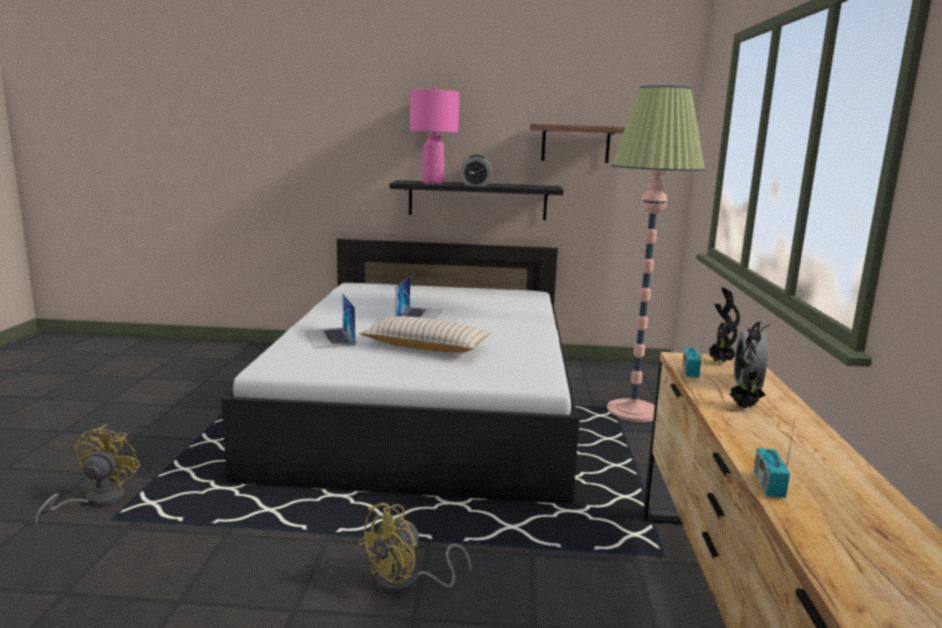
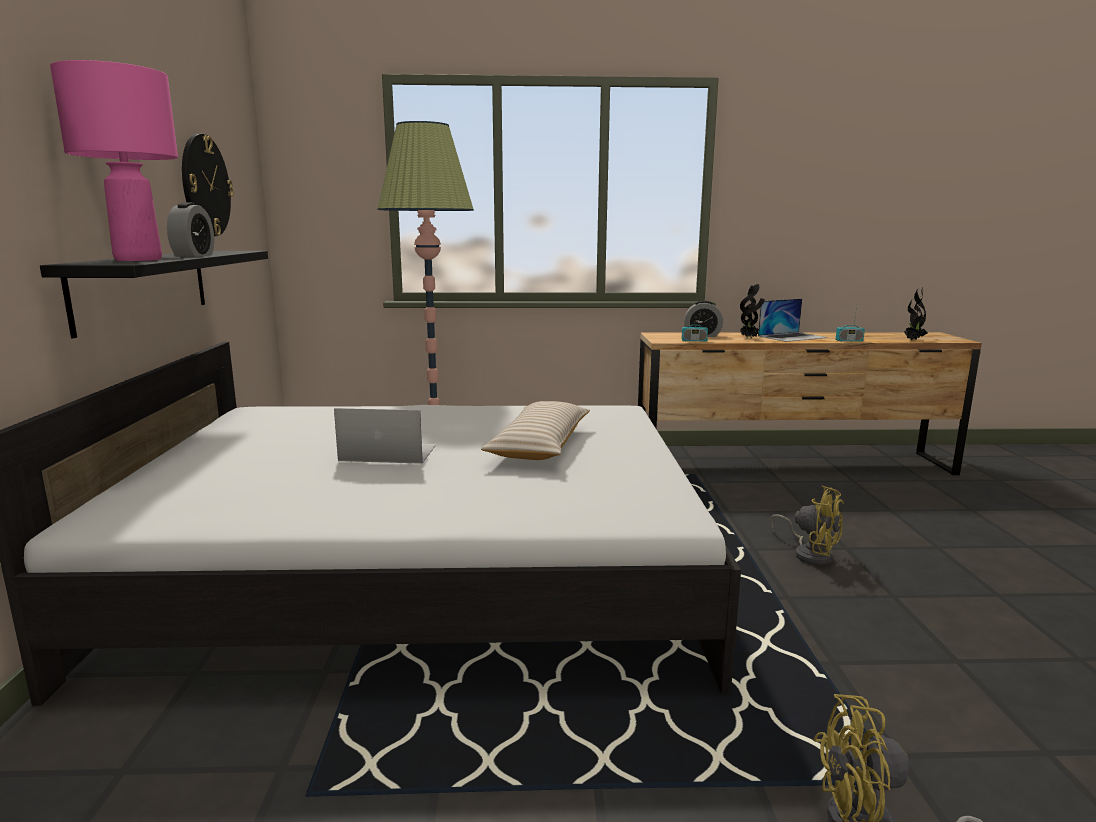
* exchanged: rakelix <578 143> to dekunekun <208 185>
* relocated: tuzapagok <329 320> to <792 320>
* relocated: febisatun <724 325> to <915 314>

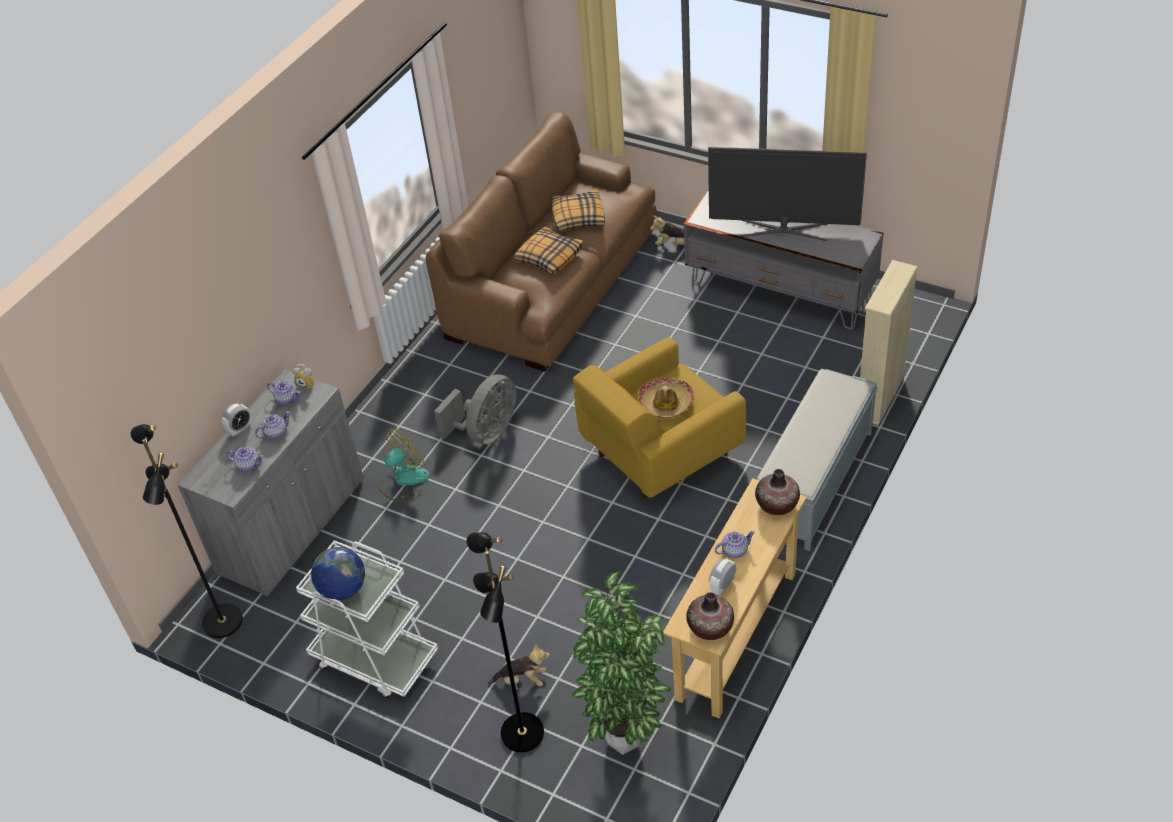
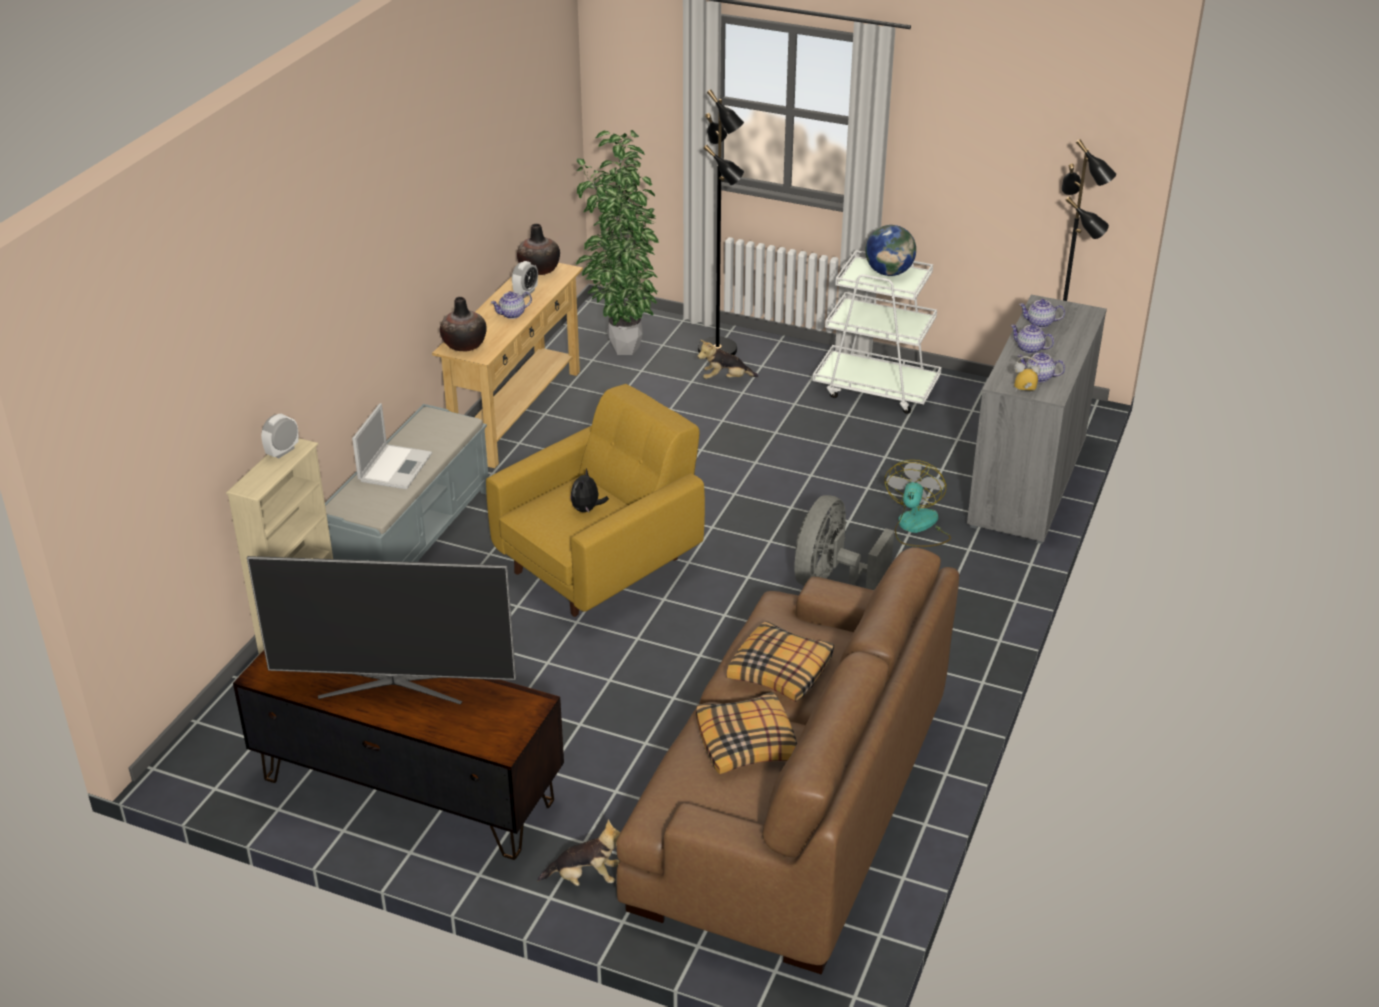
* colour: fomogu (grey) <784 260> to fomogu (brown) <398 755>
* relocated: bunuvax <237 419> to <280 436>
* appeared: tuzapagok <392 446>
* exchanged: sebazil <666 398> to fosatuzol <590 490>
* spun: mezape <404 465> = <918 503> 150 degrees clockwise
* spun: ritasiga <272 425> = <1032 339> 75 degrees clockwise

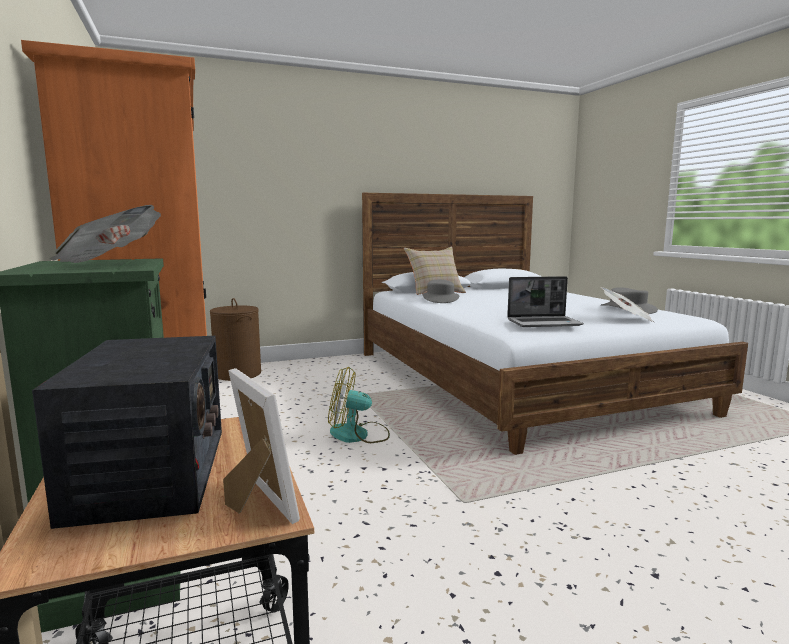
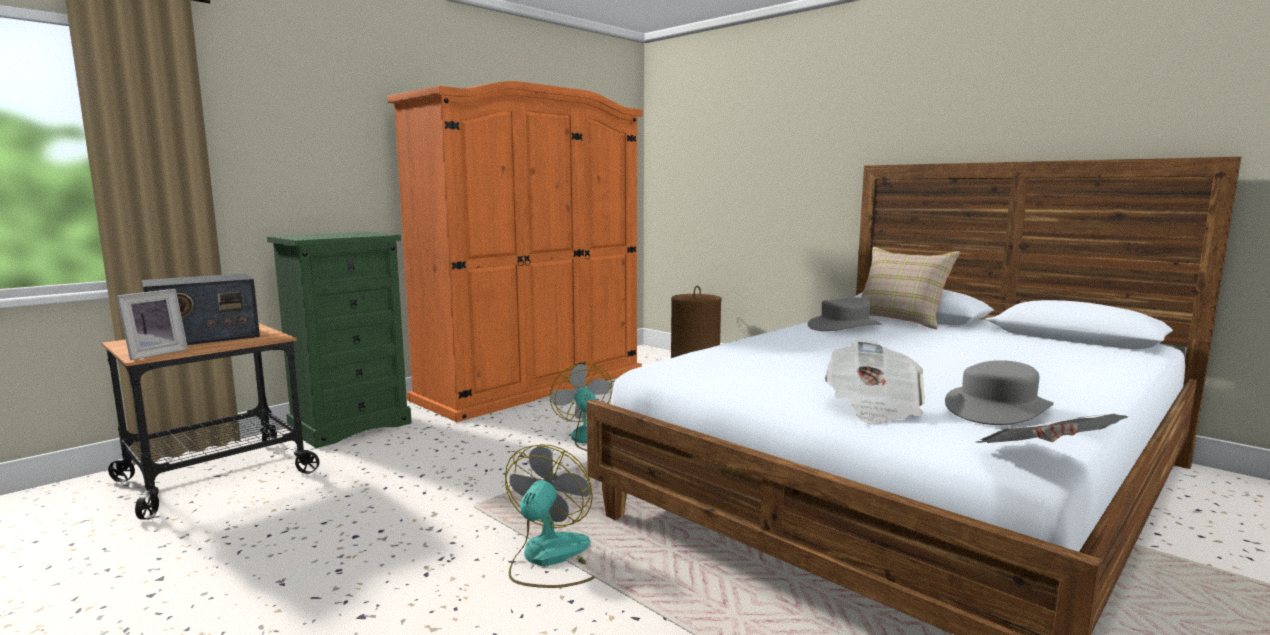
* appeared: mezape <550 516>
* relocated: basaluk <105 234> to <1052 428>
* missing: tuzapagok <545 301>

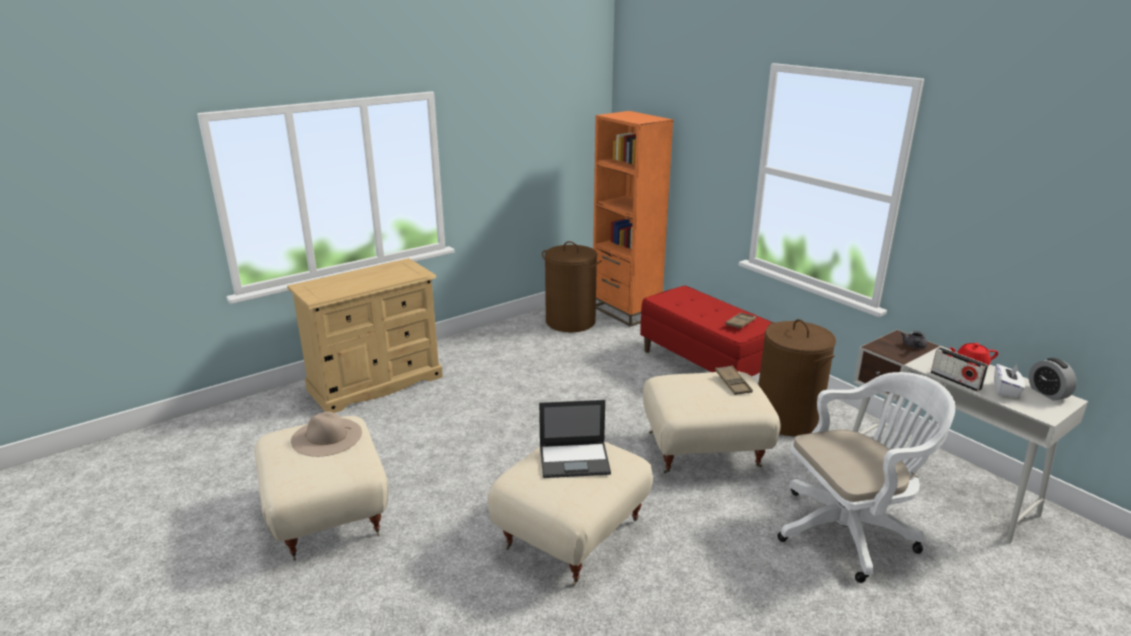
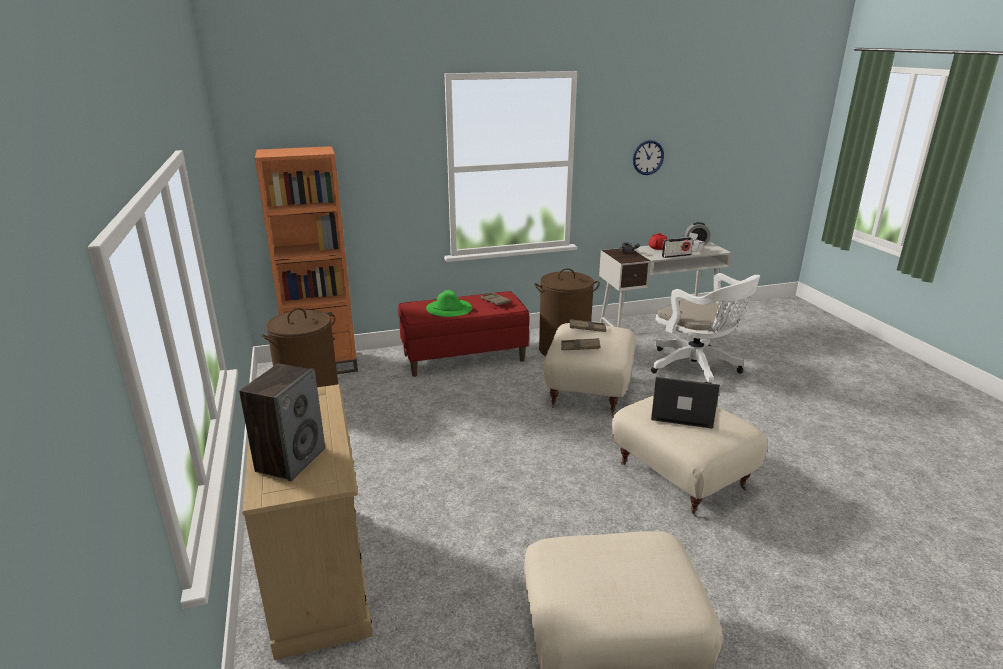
* appeared: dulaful <282 422>
* appeared: sebazil (green) <449 303>
* appeared: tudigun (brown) <580 344>
* appeared: dekunekun <648 157>
* spun: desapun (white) <866 477> = <705 328> 135 degrees clockwise
* spun: tuzapagok <575 439> = <685 403> 90 degrees counterclockwise
* missing: sebazil (beige) <326 434>

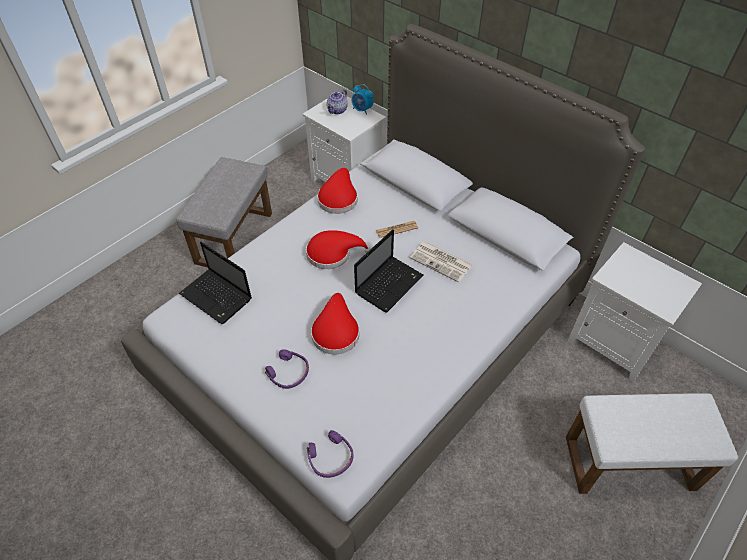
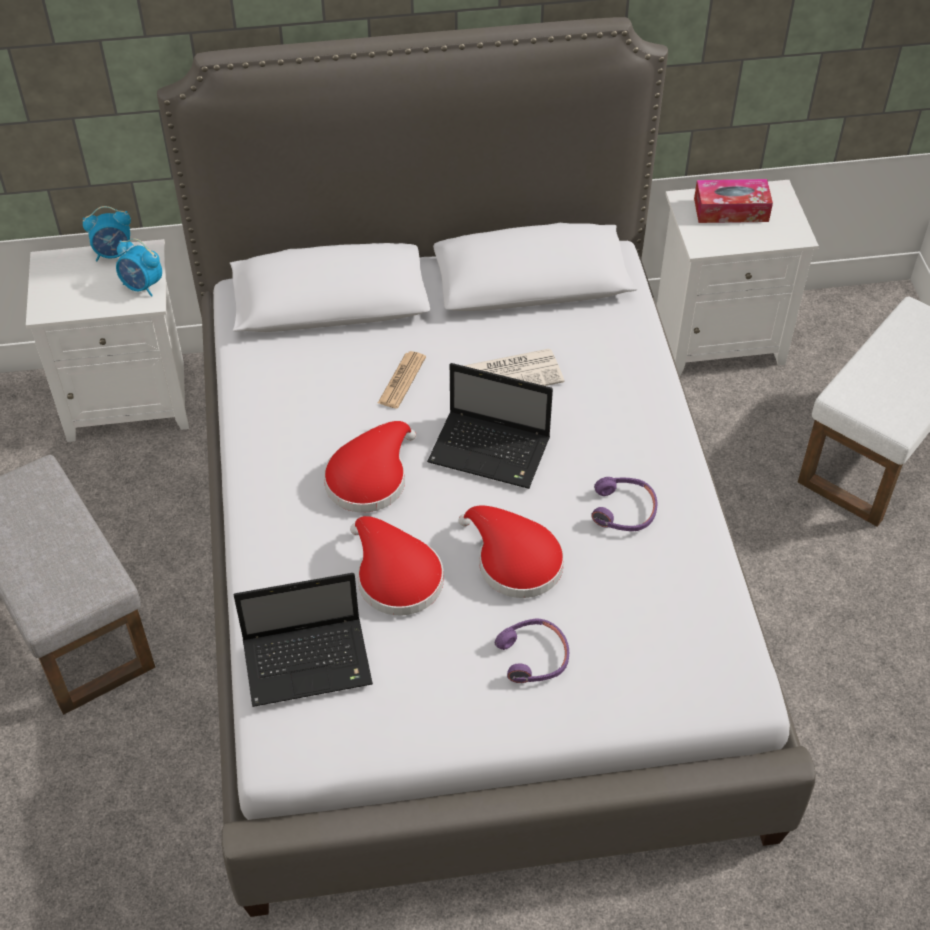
* appeared: bunuvax <139 267>
* relocated: sebazil (red) <337 191> to <397 565>
* spun: tuzapagok <388 271> = <490 426> 120 degrees clockwise
* relocated: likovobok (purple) <330 454> to <624 504>
* appeared: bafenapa <733 201>
* missing: ritasiga <337 101>

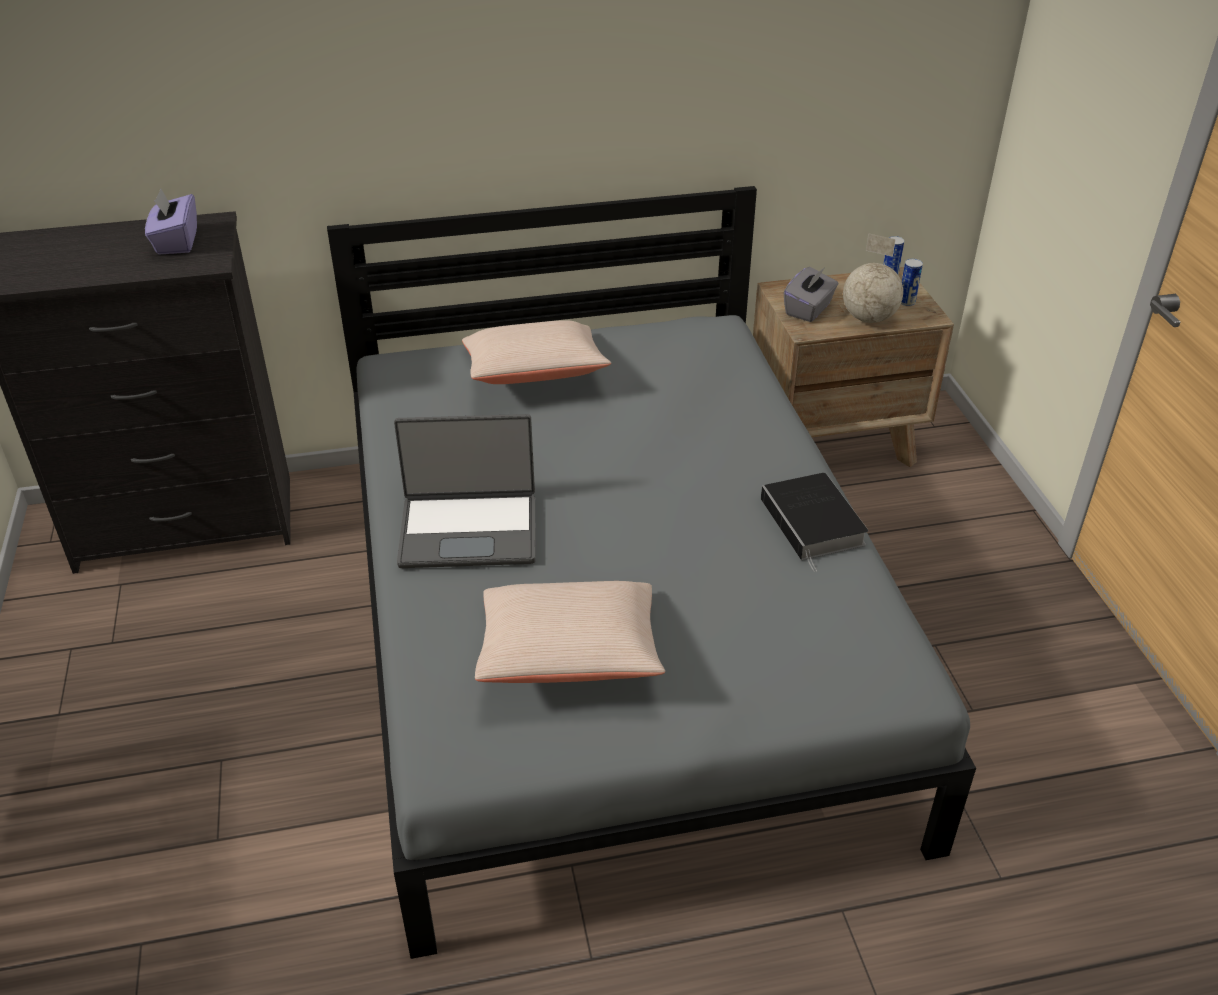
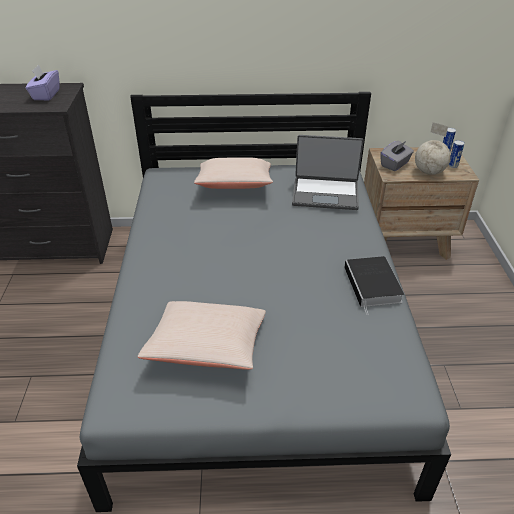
* relocated: tuzapagok <465 491> to <328 172>

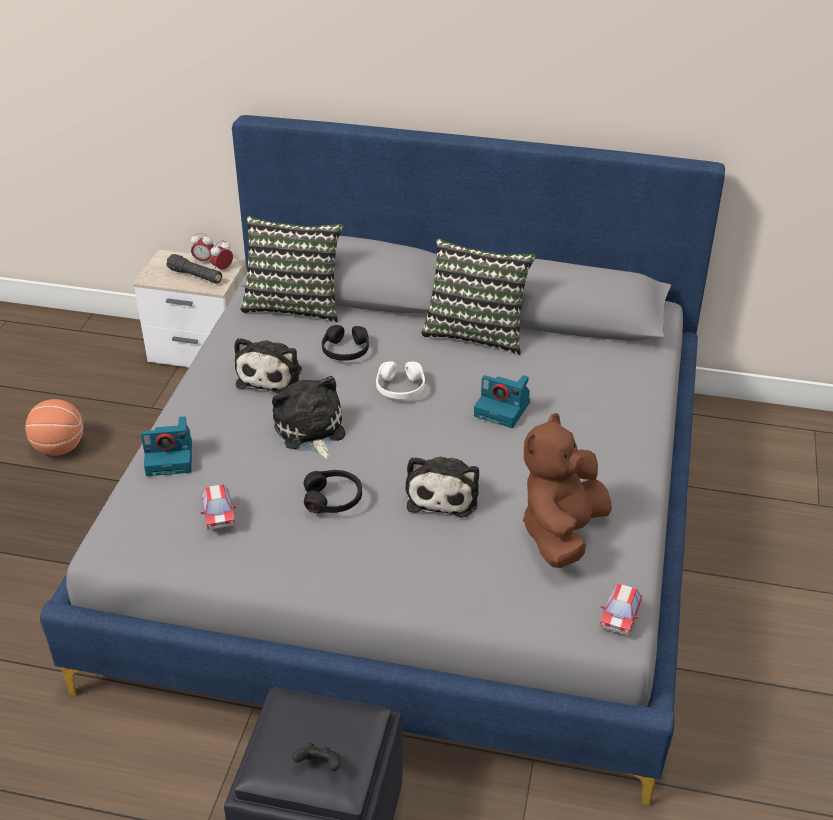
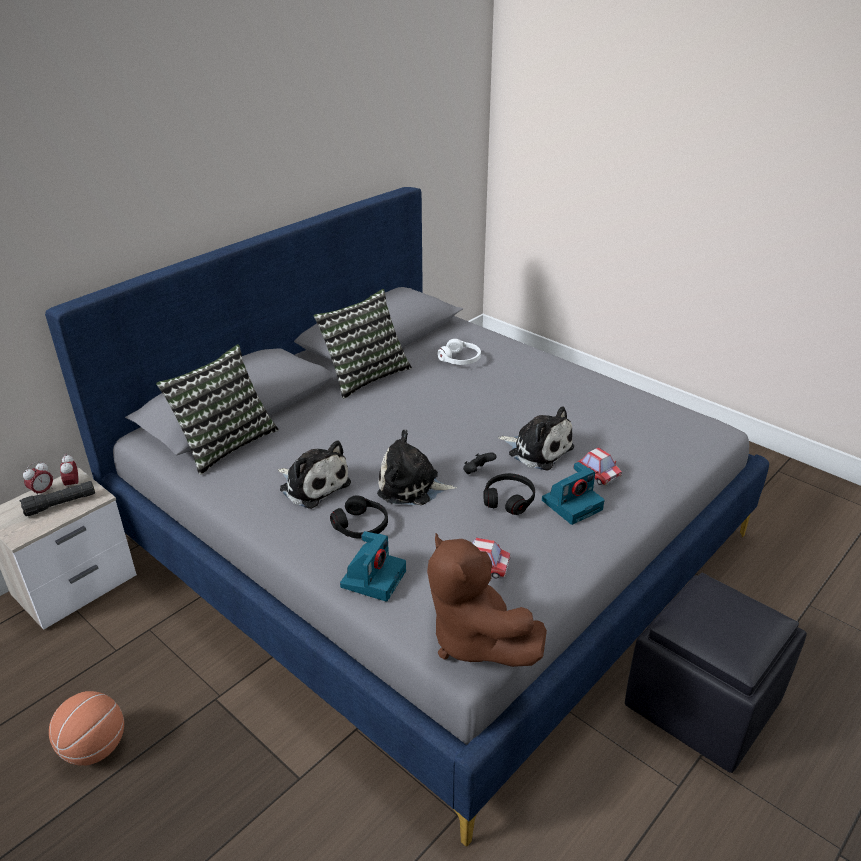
* relocated: likovobok (black) <345 343> to <359 517>
* relocated: fosatuzol (brown) <567 490> to <487 600>
* relocated: likovobok (white) <400 380> to <459 352>
* relocated: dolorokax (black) <317 757> to <480 463>
* relocated: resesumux <502 401> to <573 493>
* relocated: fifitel <620 609> to <599 466>

